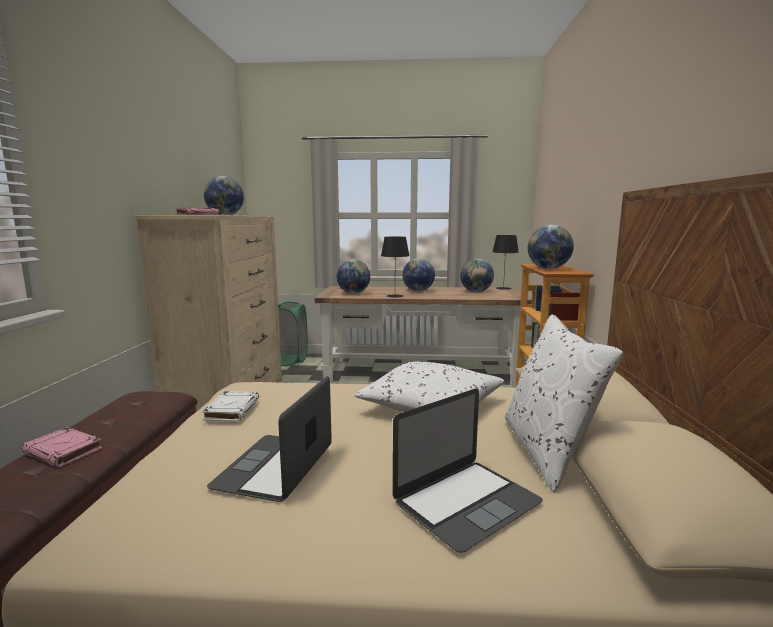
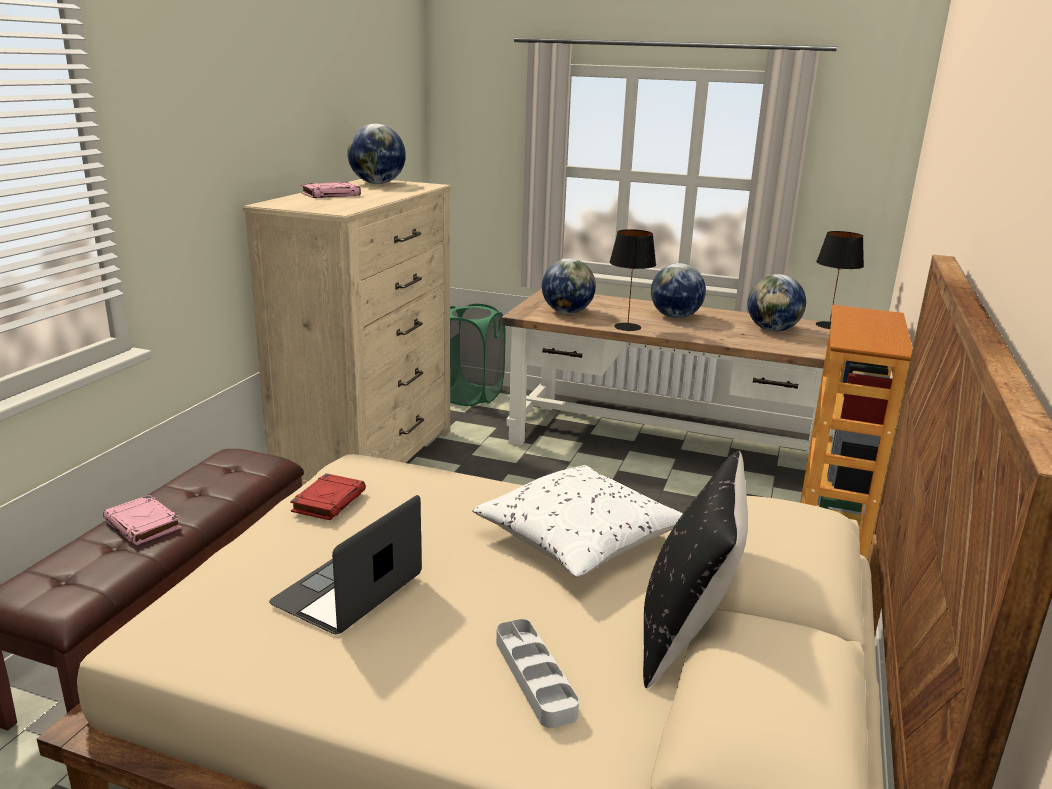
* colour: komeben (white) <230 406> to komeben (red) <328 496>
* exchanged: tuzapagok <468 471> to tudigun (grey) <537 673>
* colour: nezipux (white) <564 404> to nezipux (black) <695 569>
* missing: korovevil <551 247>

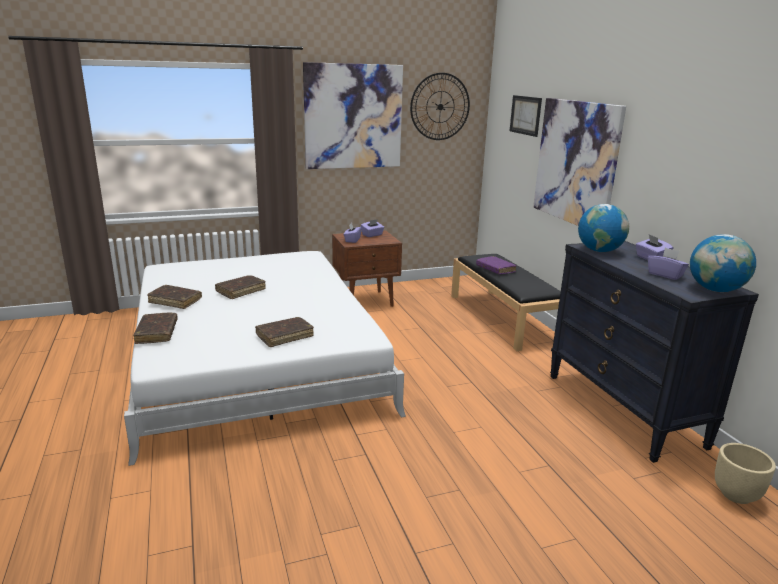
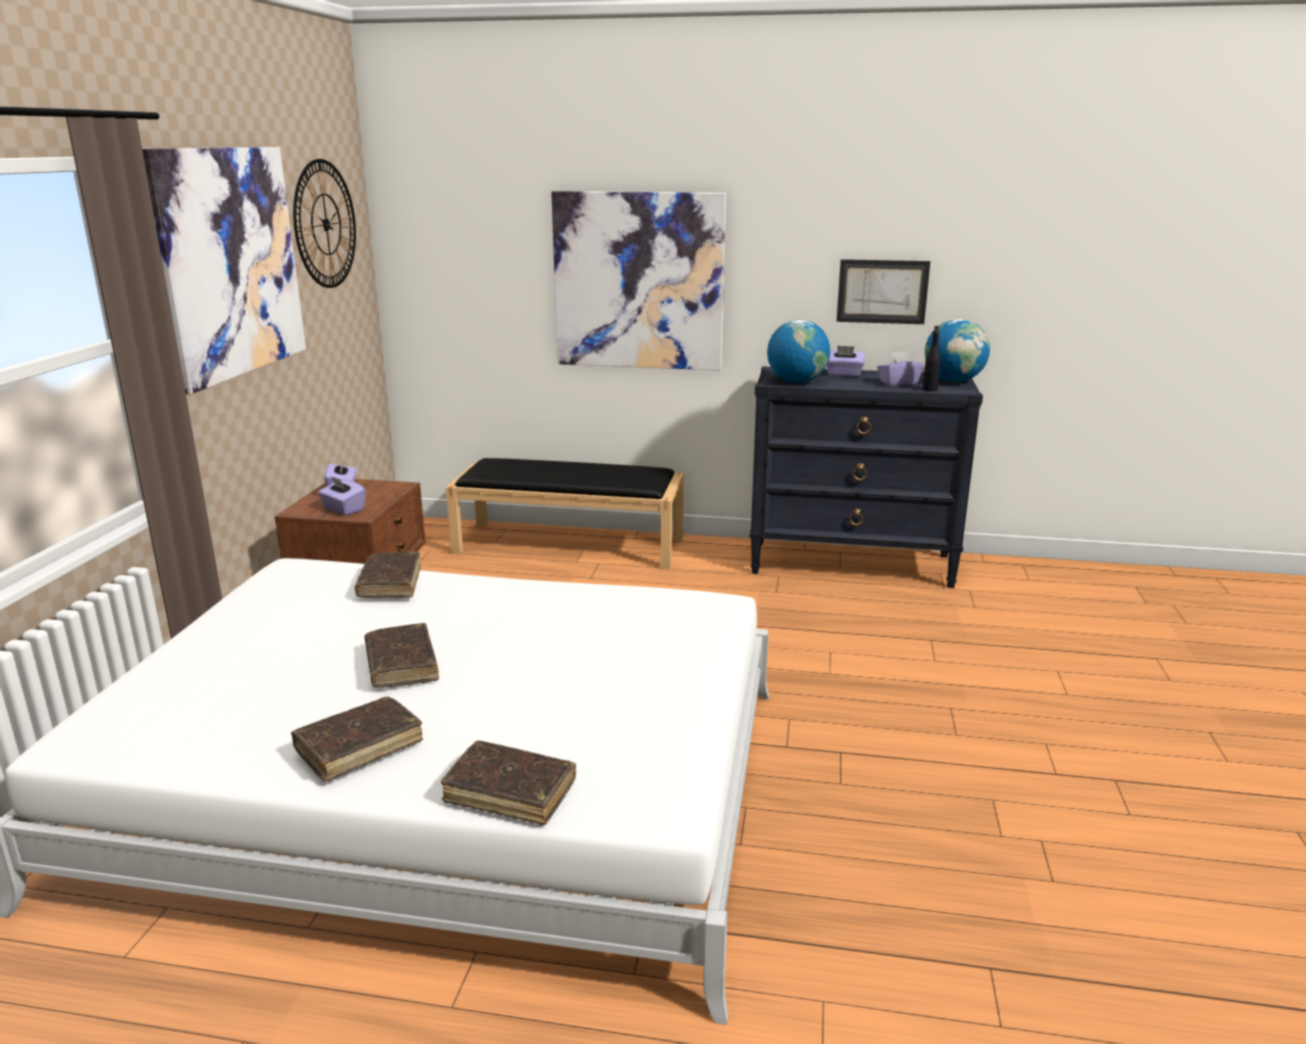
* relocated: komeben (brown) <284 332> to <388 575>
* relocated: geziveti <526 116> to <883 291>
* appeared: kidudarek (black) <932 358>
* missing: komeben (purple) <496 265>
* missing: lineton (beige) <745 473>

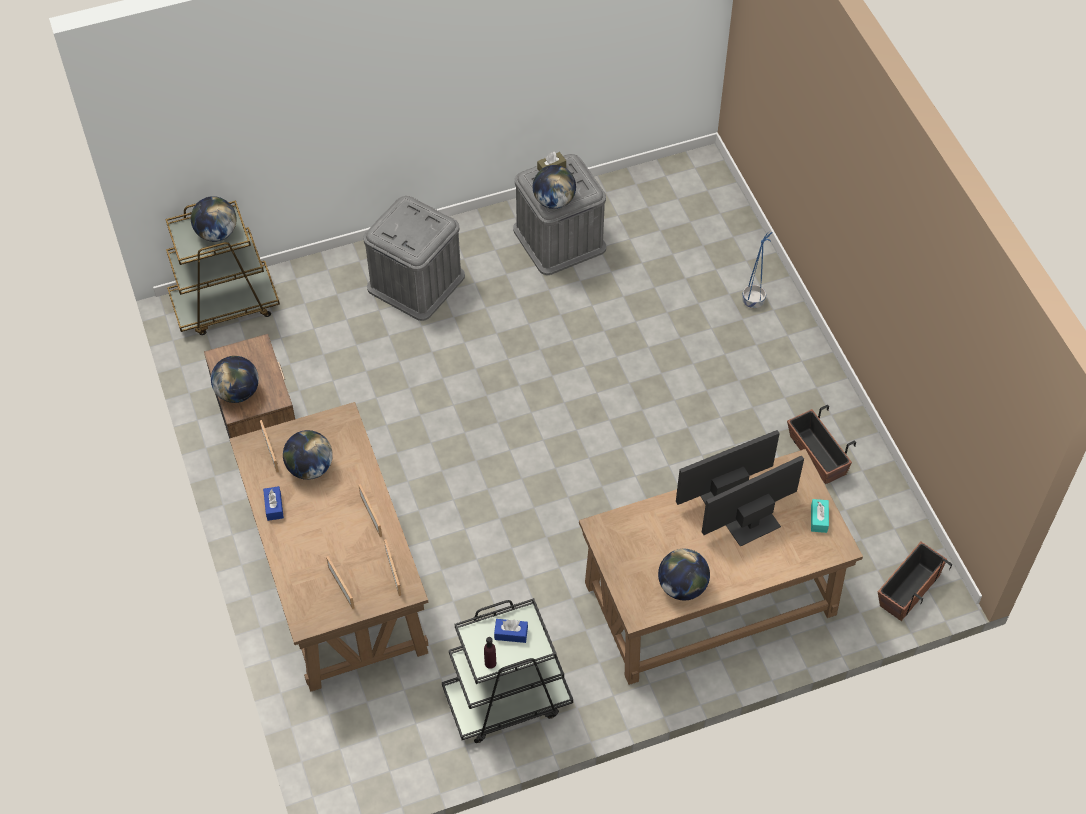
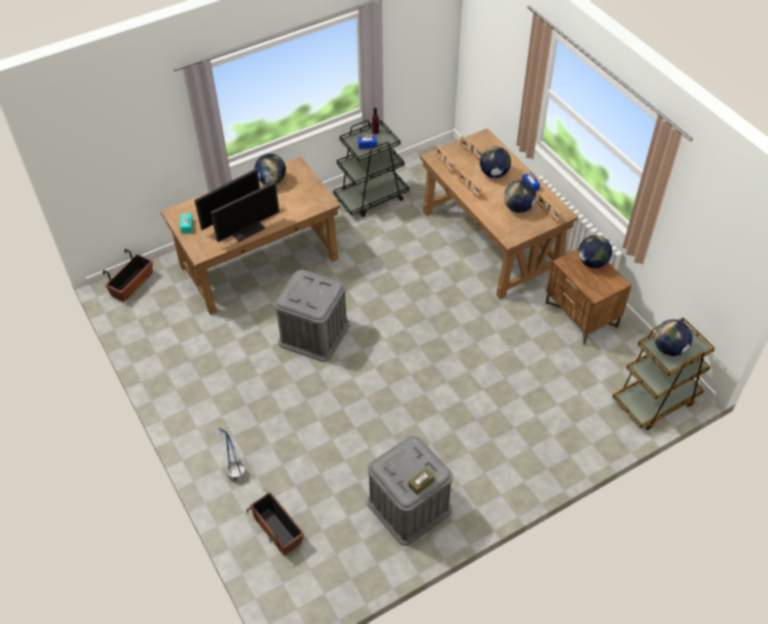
* relocated: lineton <821 444> to <275 524>
* relocated: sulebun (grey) <414 258> to <312 316>
* relocated: korovevil <554 187> to <495 162>

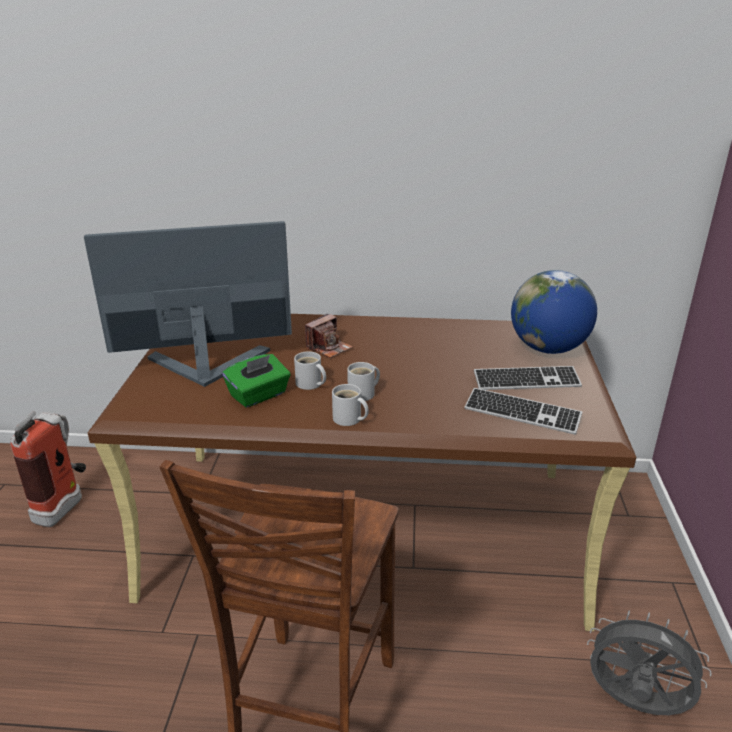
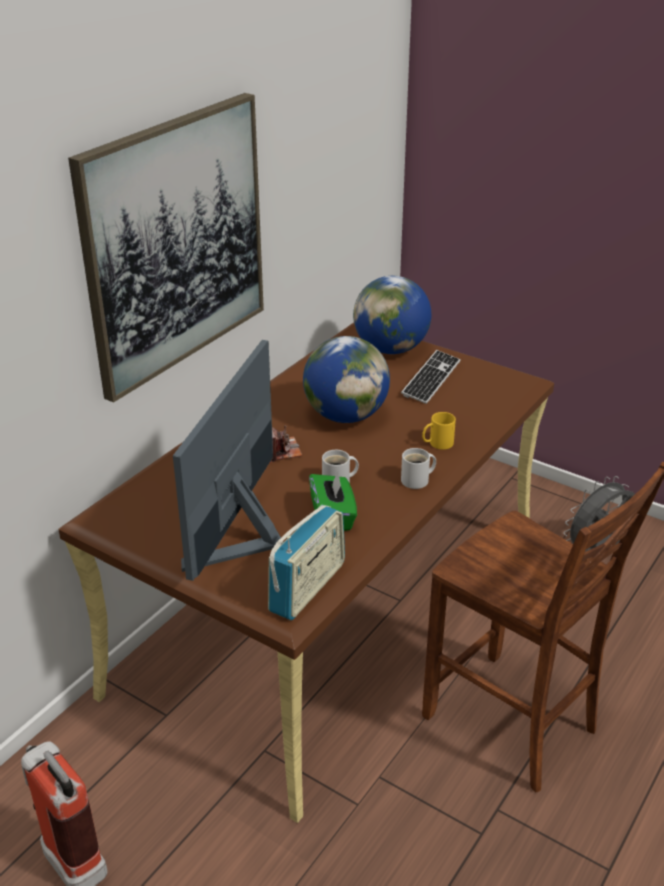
* appeared: geziveti <166 248>
* appeared: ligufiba <306 562>
* appeared: korovevil <346 379>
* appeared: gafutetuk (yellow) <439 431>
* missing: gafutetuk (white) <363 381>
* missing: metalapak <523 411>

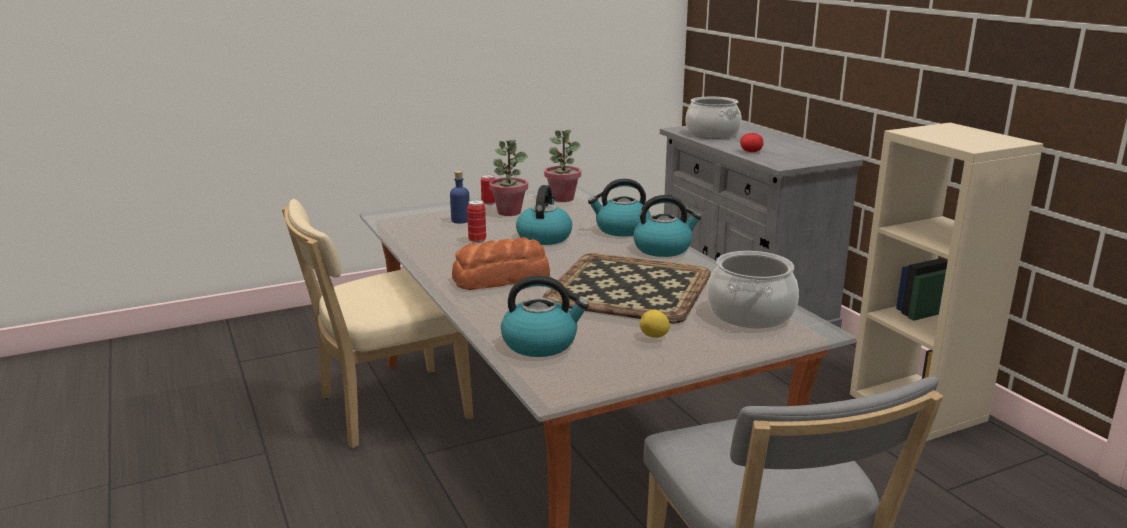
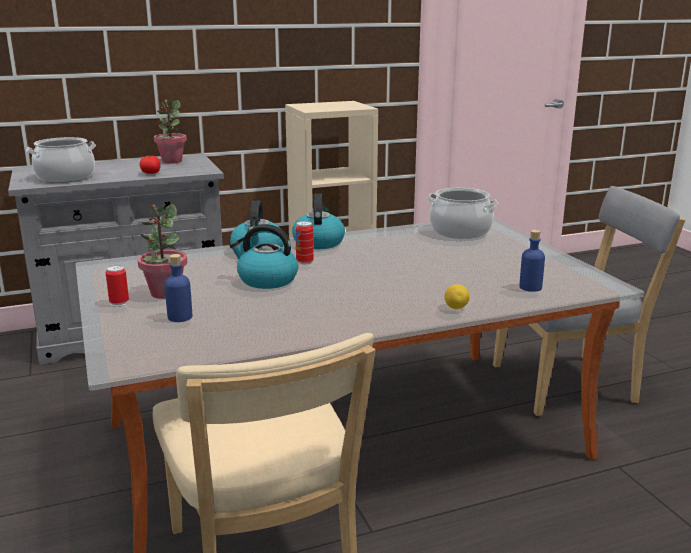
* relocated: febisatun <562 166> to <170 132>
* relocated: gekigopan <476 221> to <304 242>
* relocated: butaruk <655 323> to <457 296>
* exchanged: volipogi <545 316> to kidudarek (blue) <532 261>
* missing: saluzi <501 263>
* missing: tudigun <626 288>

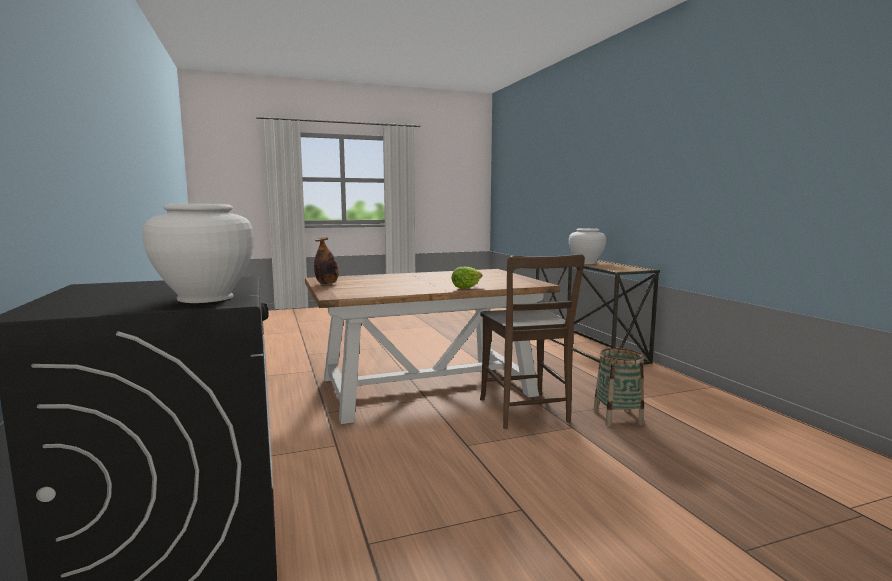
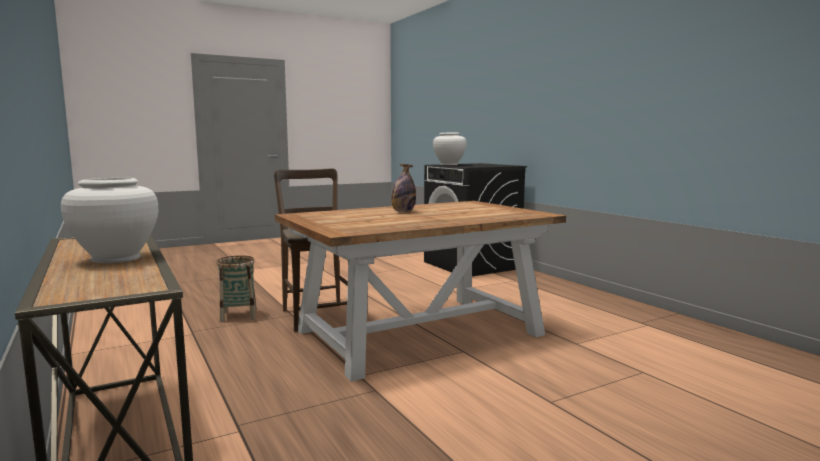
* relocated: kidudarek <326 260> to <403 188>
* missing: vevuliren <466 278>

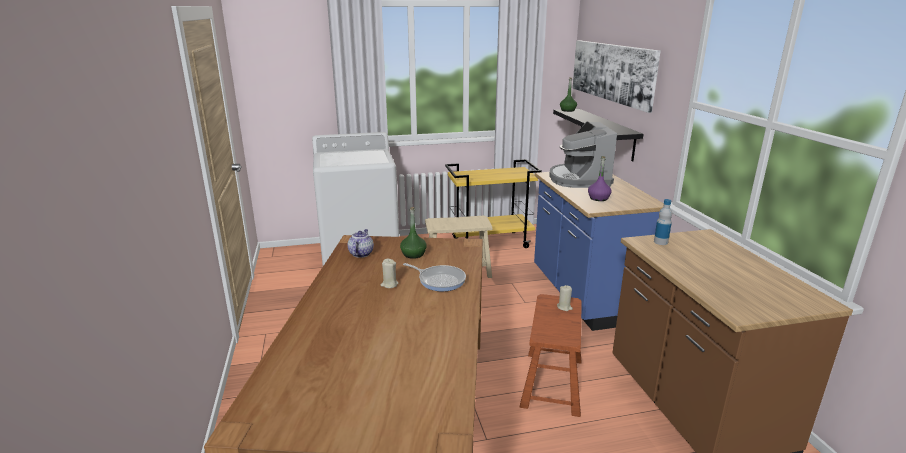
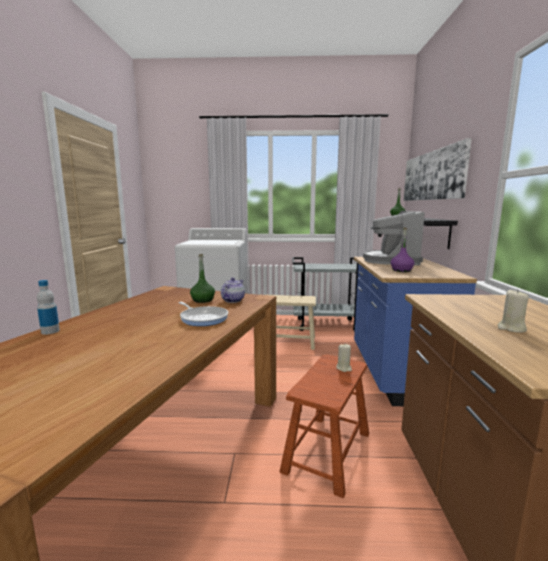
* relocated: kidudarek <663 222> to <48 307>
* relocated: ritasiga <361 243> to <233 290>
* colour: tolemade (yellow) <493 203> to tolemade (grey) <325 294>
* relocated: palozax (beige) <389 273> to <513 311>

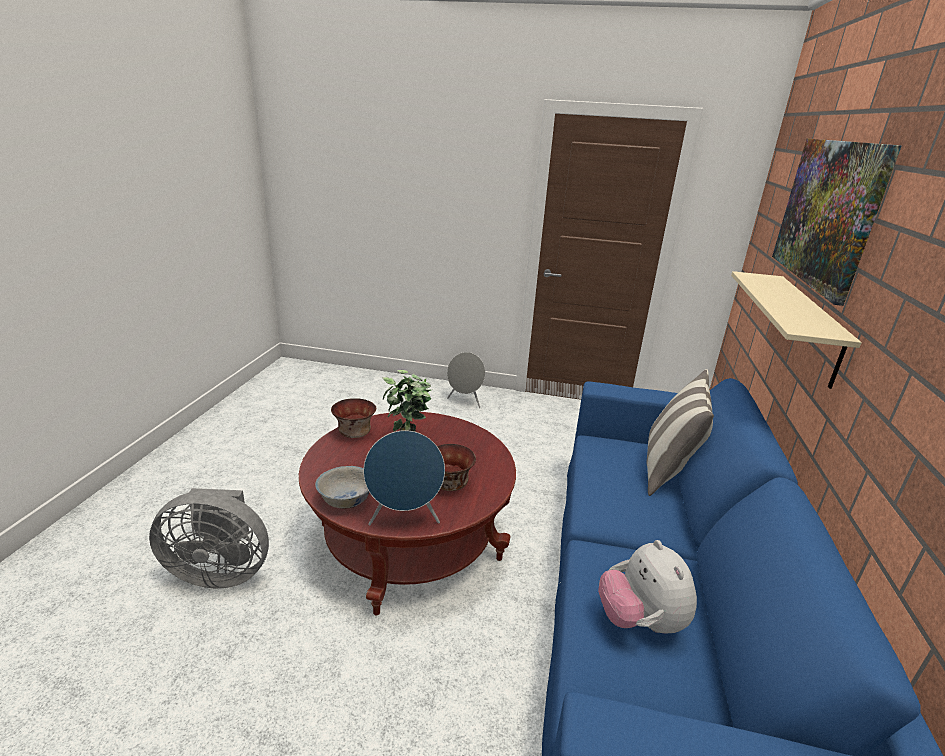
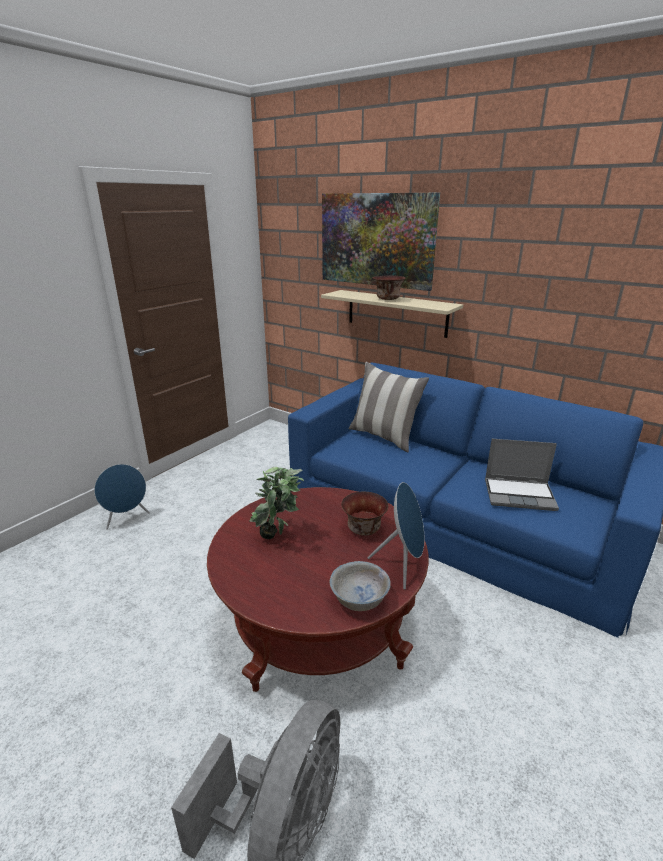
* colour: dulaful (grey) <466 380> to dulaful (blue) <122 497>
* relocated: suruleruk <353 418> to <389 288>
* exchanged: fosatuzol <647 587> to tuzapagok <522 475>

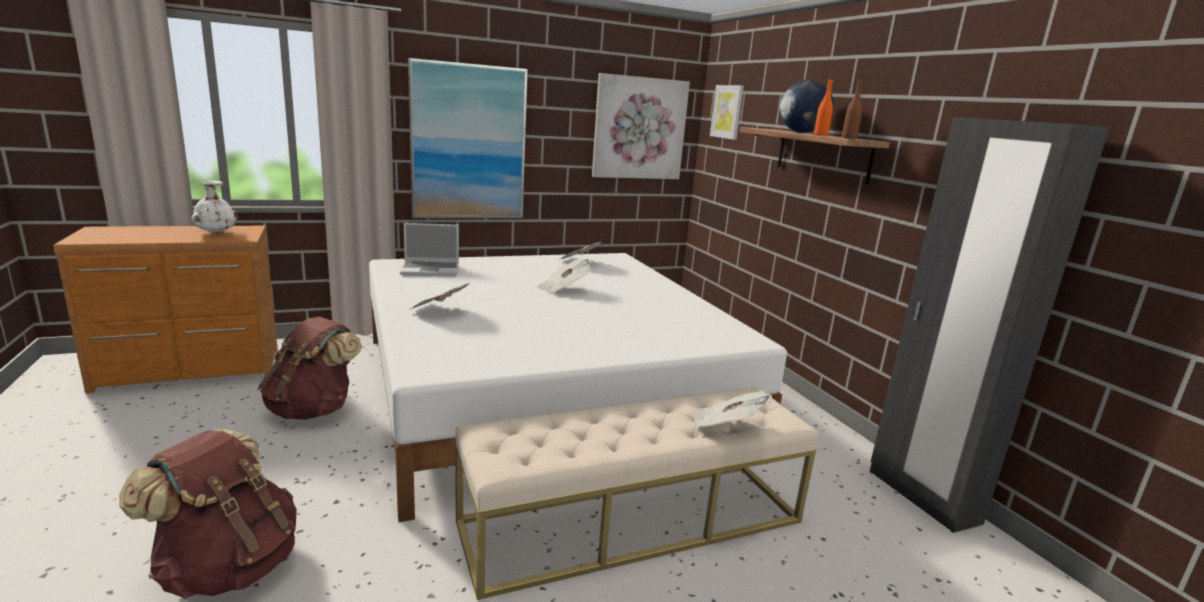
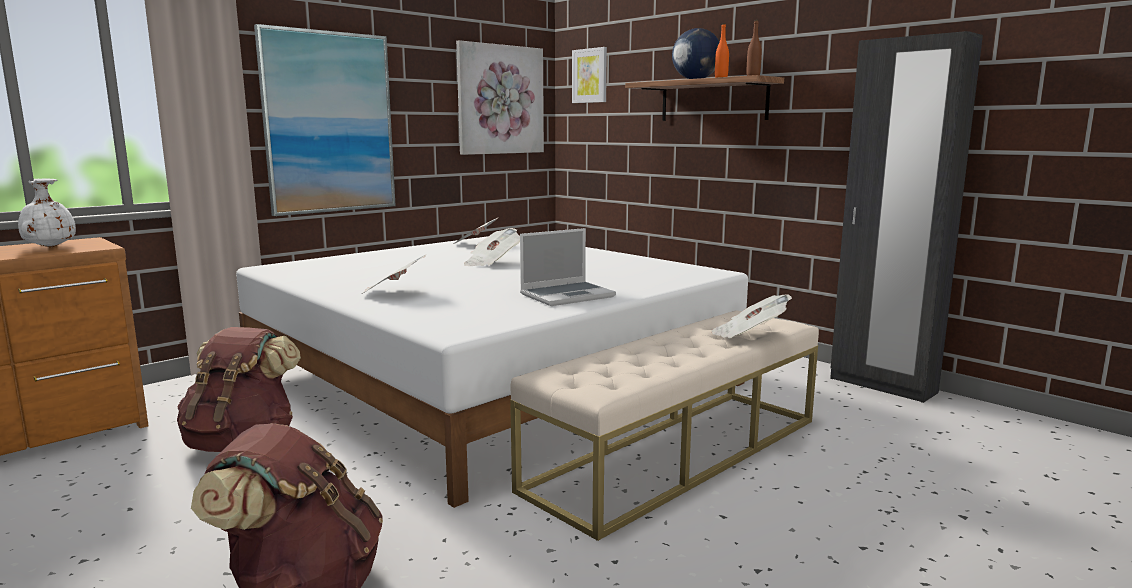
* relocated: tuzapagok <429 249> to <568 267>

